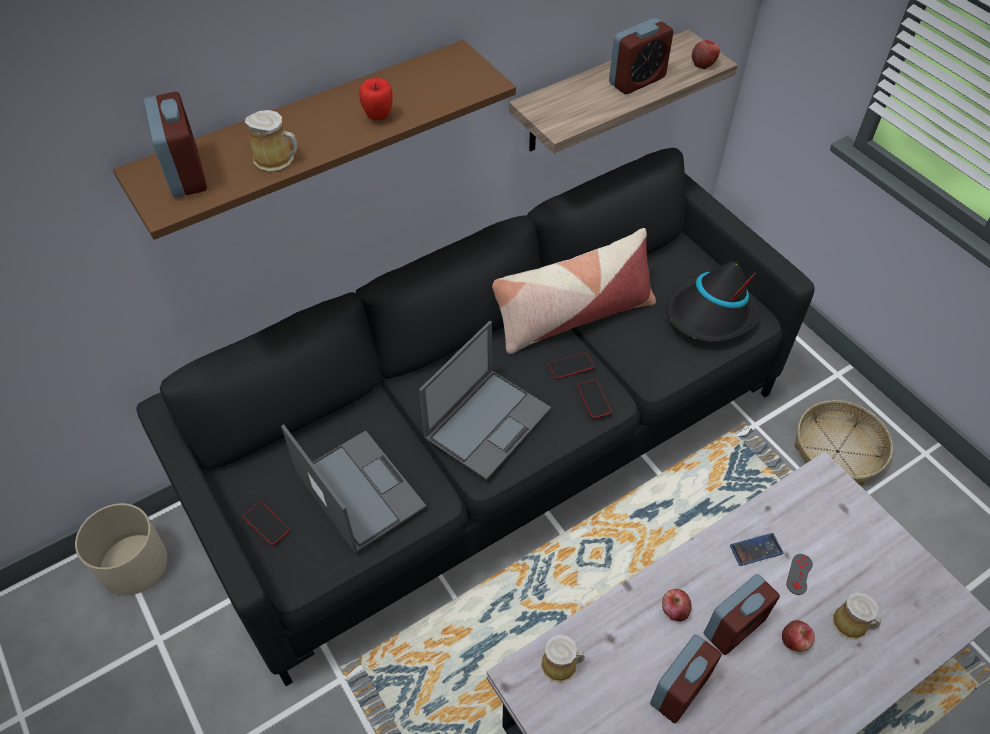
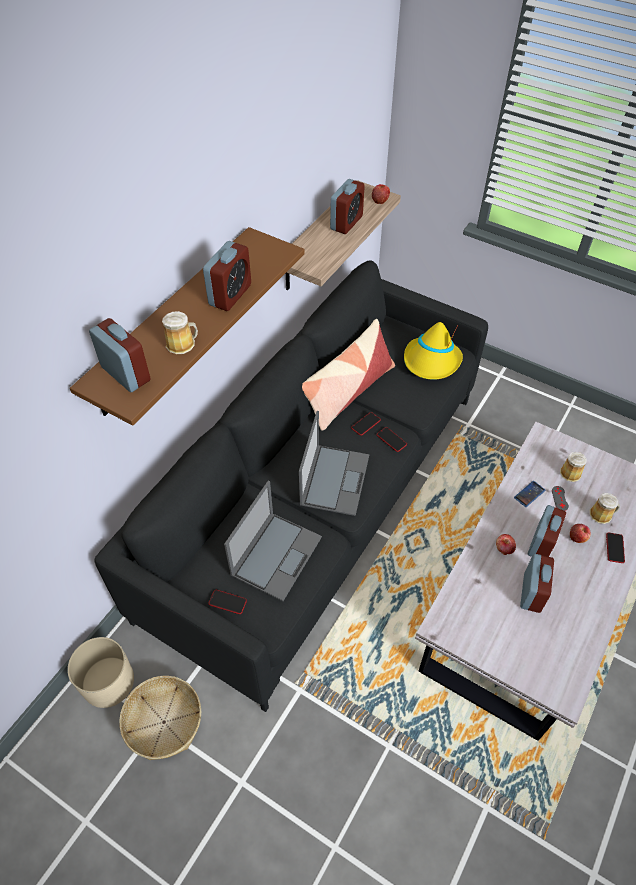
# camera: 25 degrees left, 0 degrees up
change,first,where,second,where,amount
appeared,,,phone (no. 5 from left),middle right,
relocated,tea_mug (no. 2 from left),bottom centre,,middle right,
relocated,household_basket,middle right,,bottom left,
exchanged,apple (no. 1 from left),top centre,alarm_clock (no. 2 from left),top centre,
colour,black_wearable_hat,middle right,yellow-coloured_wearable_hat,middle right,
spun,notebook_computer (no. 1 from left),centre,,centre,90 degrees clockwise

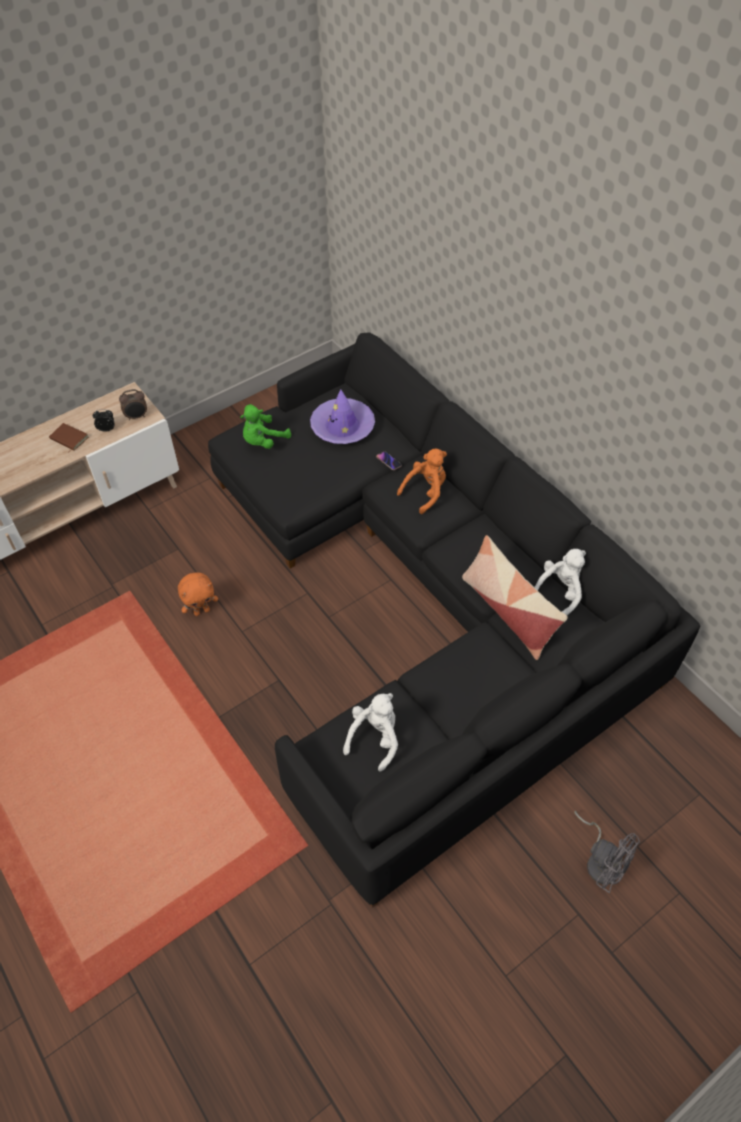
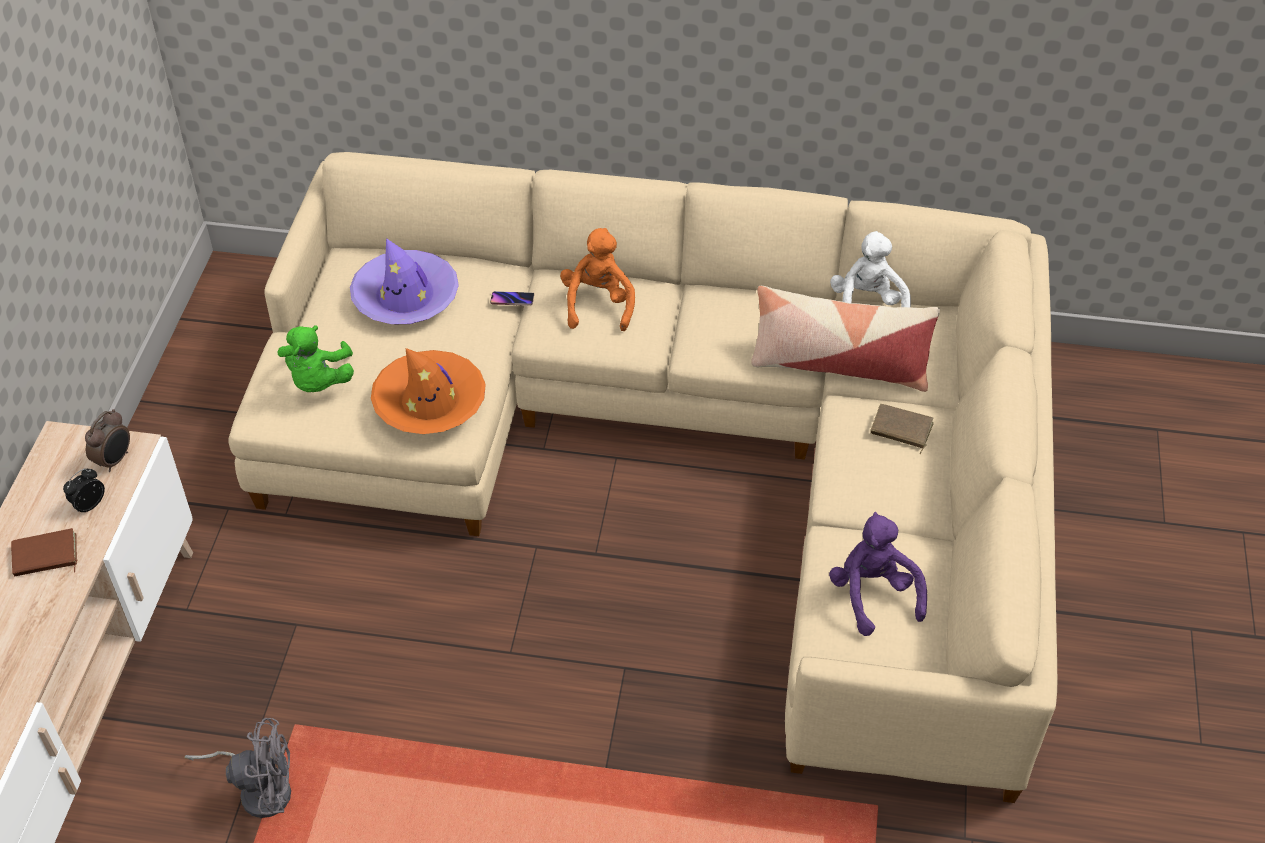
# camera: 45 degrees left, 5 degrees down
change,first,where,second,where,amount
missing,orange_plush_toy (no. 1 from left),middle left,,,
appeared,,,orange_wearable_hat,centre,
appeared,,,brown_volume (no. 2 from left),middle right,
relocated,grey_cooling_fan,bottom right,,bottom left,
colour,black_sofa,centre,sand-coloured_sofa,centre,
colour,whitish_plush_toy (no. 1 from left),centre,purple-coloured_plush_toy,bottom right,

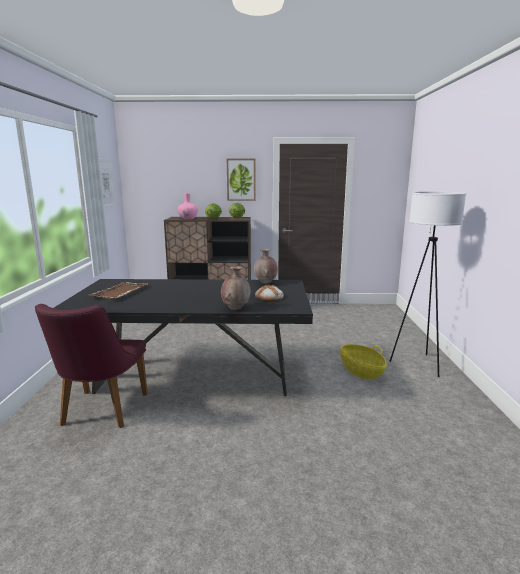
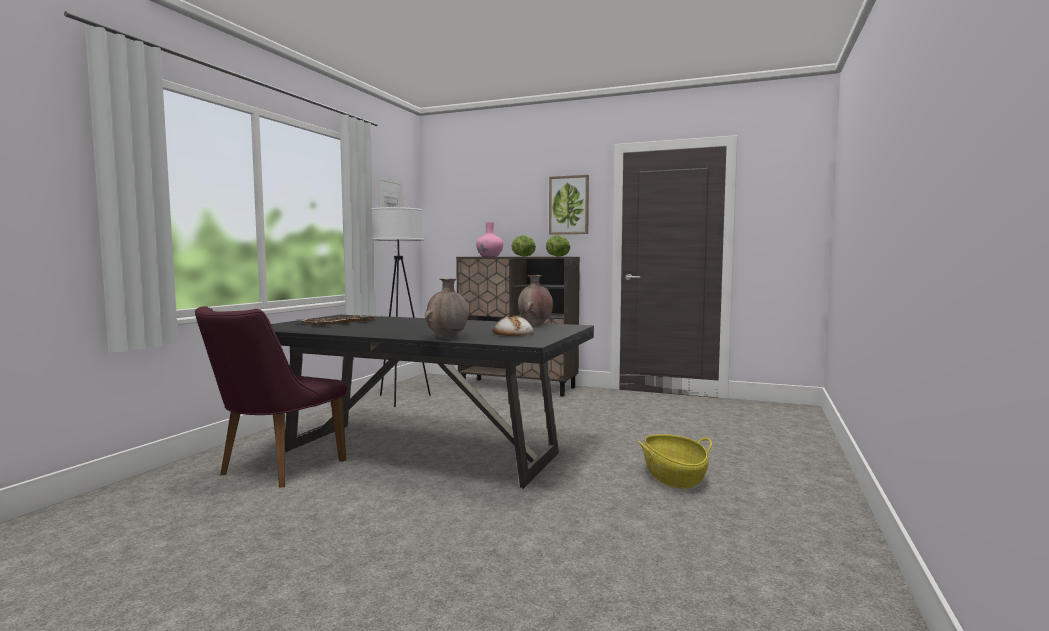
# camera: 20 degrees right, 10 degrees down
change,first,where,second,where,amount
relocated,whitish_standing_lamp,middle right,,centre,

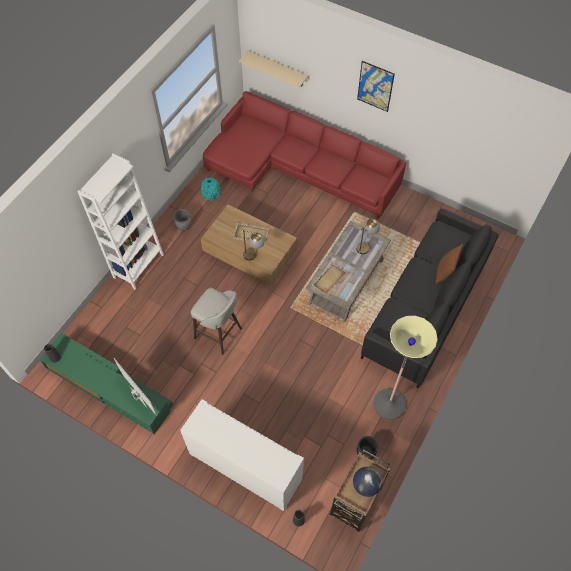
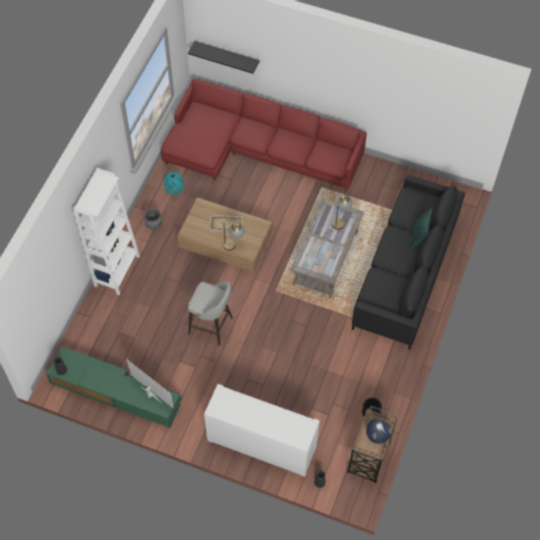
# camera: 10 degrees left, 0 degrees up
change,first,where,second,where,amount
missing,sand-coloured_serving_tray (no. 2 from left),centre,,,
missing,wall_picture,top centre,,,
missing,standing_lamp,middle right,,,
colour,sand-coloured_shelf,top centre,black_shelf,top centre,
colour,brown_throw_pillow,middle right,greenish_throw_pillow,middle right,

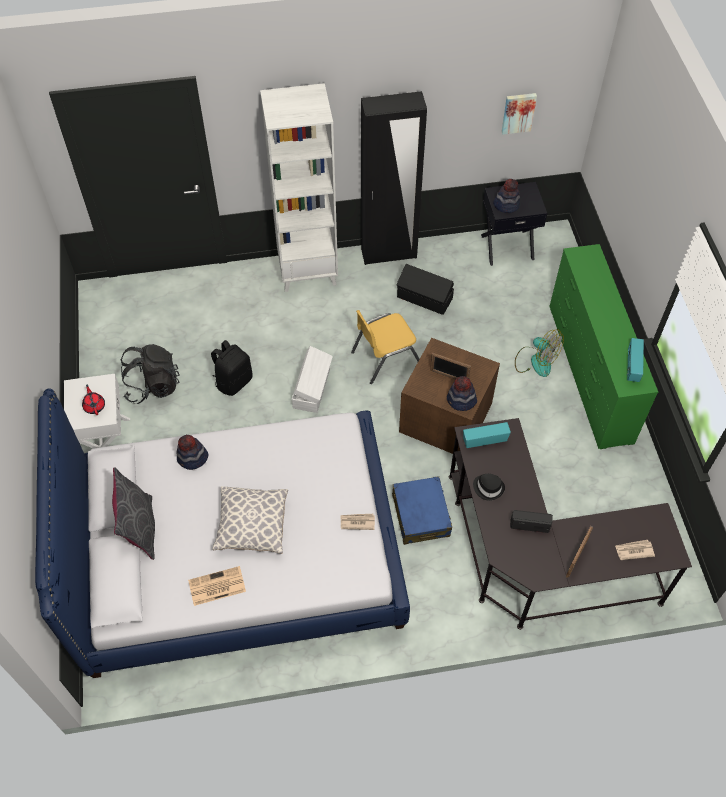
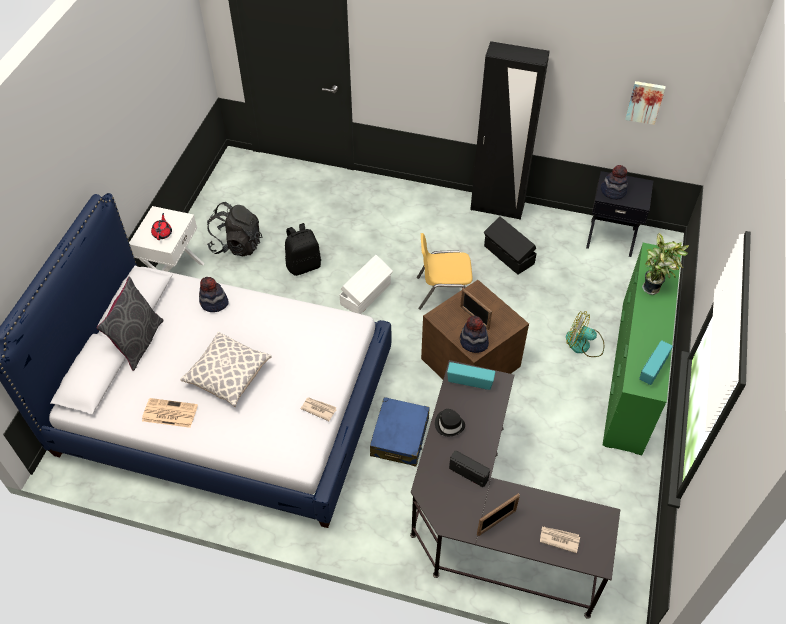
# camera: 25 degrees right, 5 degrees down
change,first,where,second,where,amount
missing,whitish_bookcase,top centre,,,
appeared,,,houseplant,middle right,
spun,cooling_fan,middle right,,middle right,135 degrees clockwise

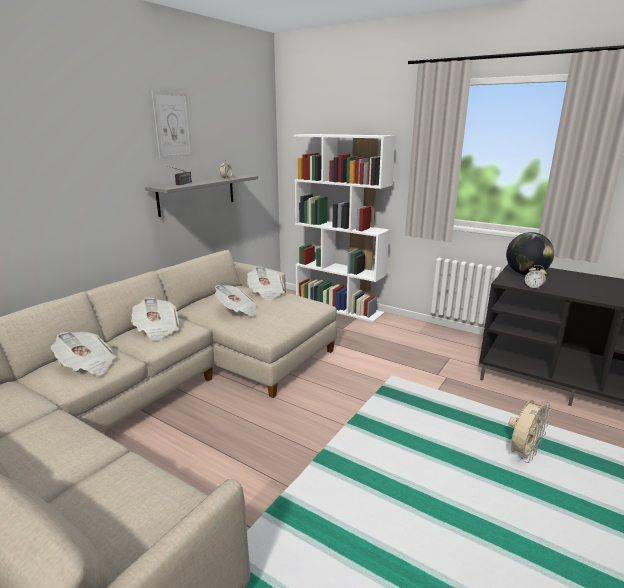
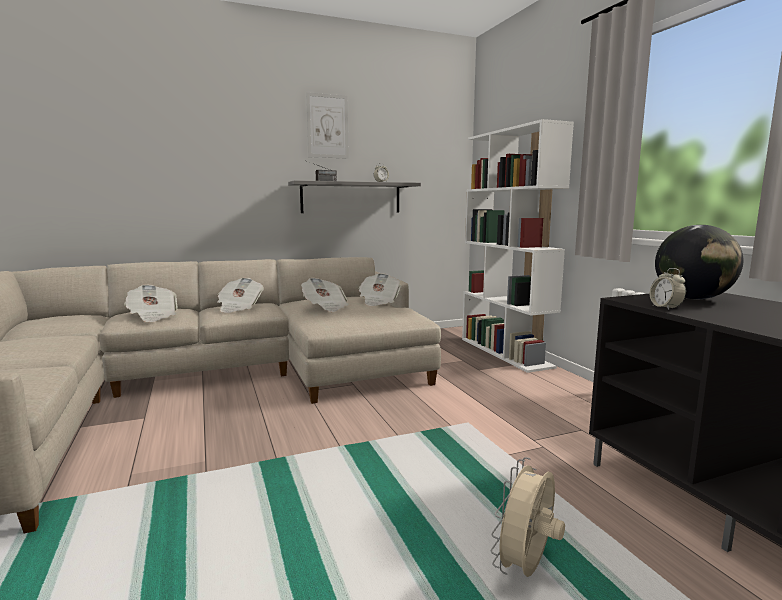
# camera: 35 degrees right, 10 degrees down
change,first,where,second,where,amount
spun,sand-coloured_cooling_fan,bottom right,,bottom right,135 degrees clockwise

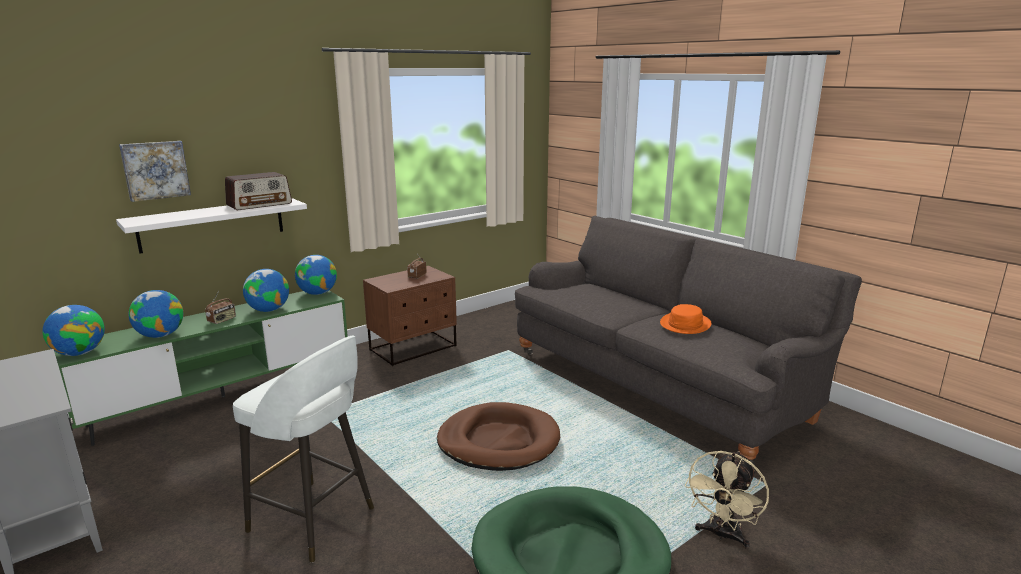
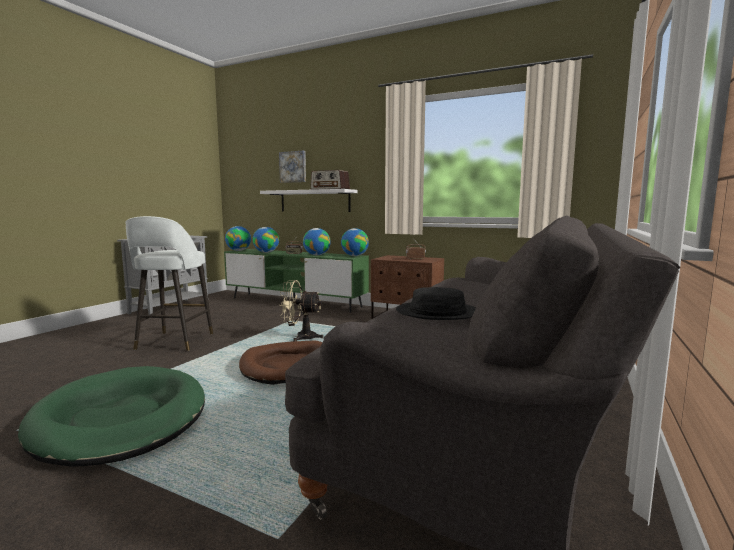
# camera: 65 degrees right, 10 degrees down
change,first,where,second,where,amount
relocated,sand-coloured_cooling_fan,bottom right,,centre,
colour,orange_wearable_hat,middle right,black_wearable_hat,centre,

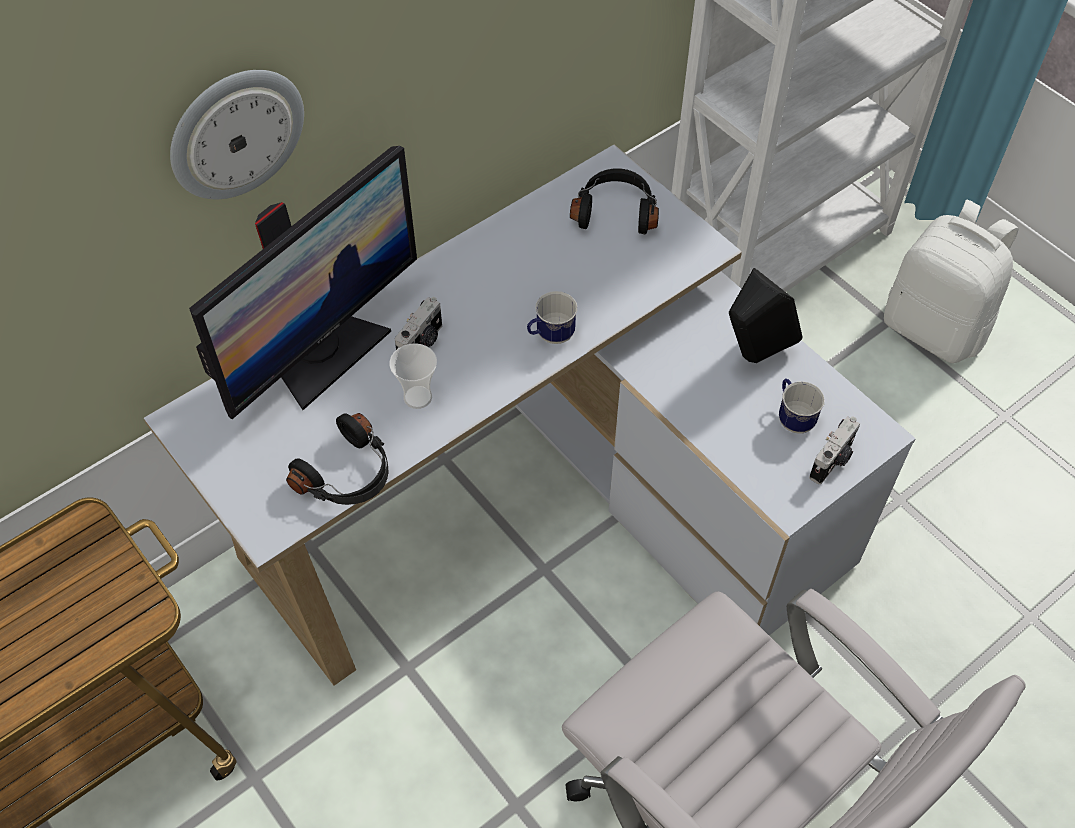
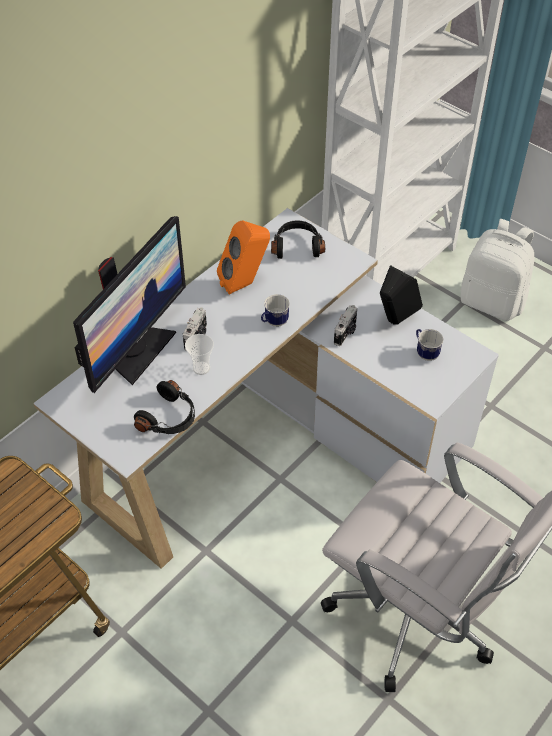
# camera: 10 degrees left, 5 degrees down
change,first,where,second,where,amount
missing,hanging_clock,top left,,,
appeared,,,orange_loudspeaker,centre,
relocated,still_camera (no. 2 from left),middle right,,centre,

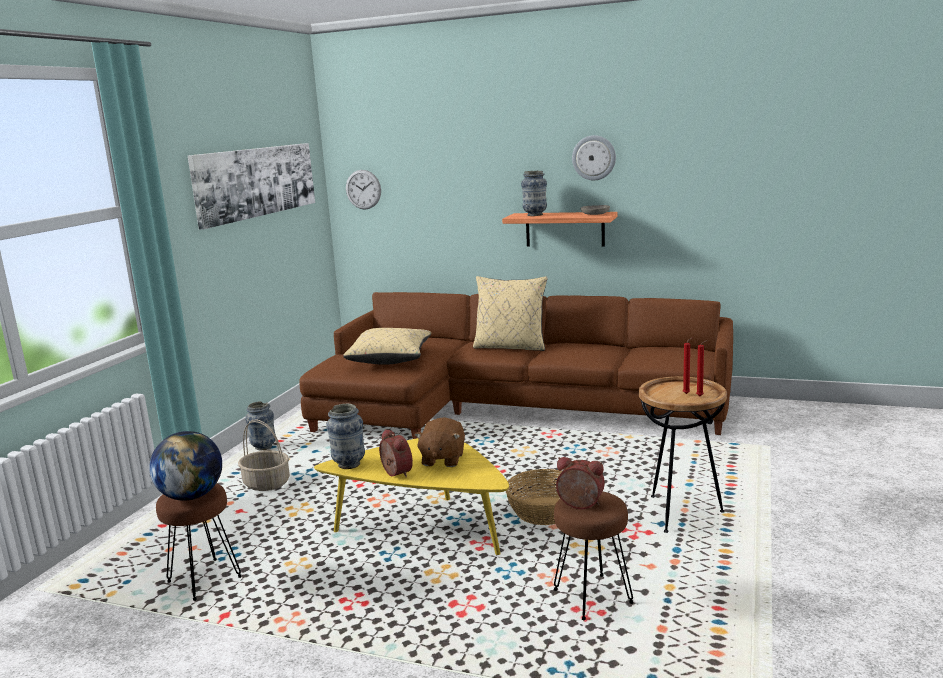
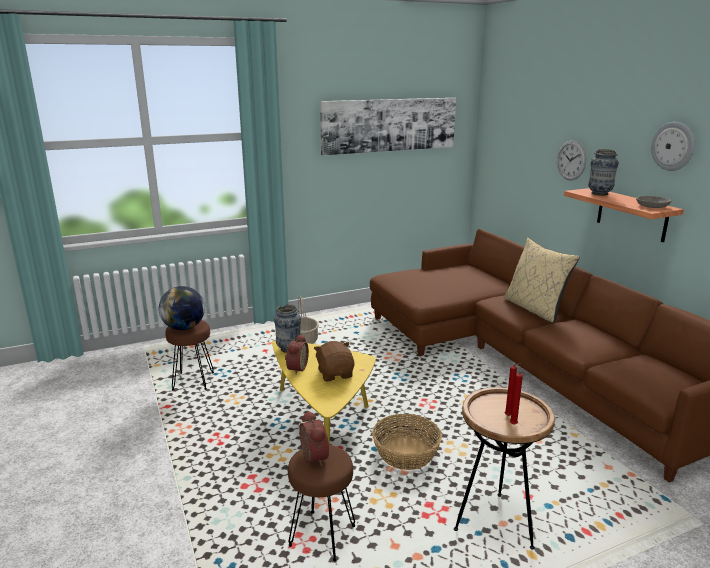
# camera: 45 degrees right, 5 degrees up
change,first,where,second,where,amount
missing,vase (no. 1 from left),middle left,,,
missing,sand-coloured_throw_pillow (no. 1 from left),centre,,,
relocated,hanging_clock (no. 1 from left),top centre,,top right,
spun,brown_plush_toy,centre,,centre,105 degrees clockwise

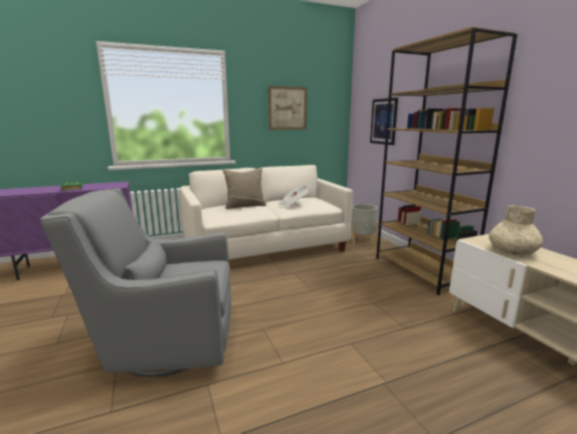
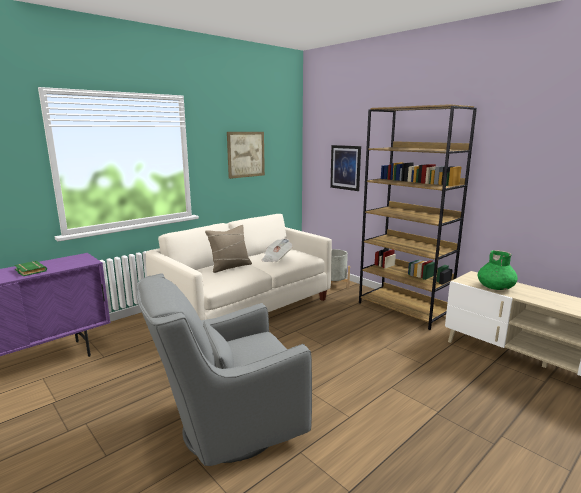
# camera: 20 degrees left, 0 degrees up
change,first,where,second,where,amount
colour,sand-coloured_vase,middle right,greenish_vase,middle right,

